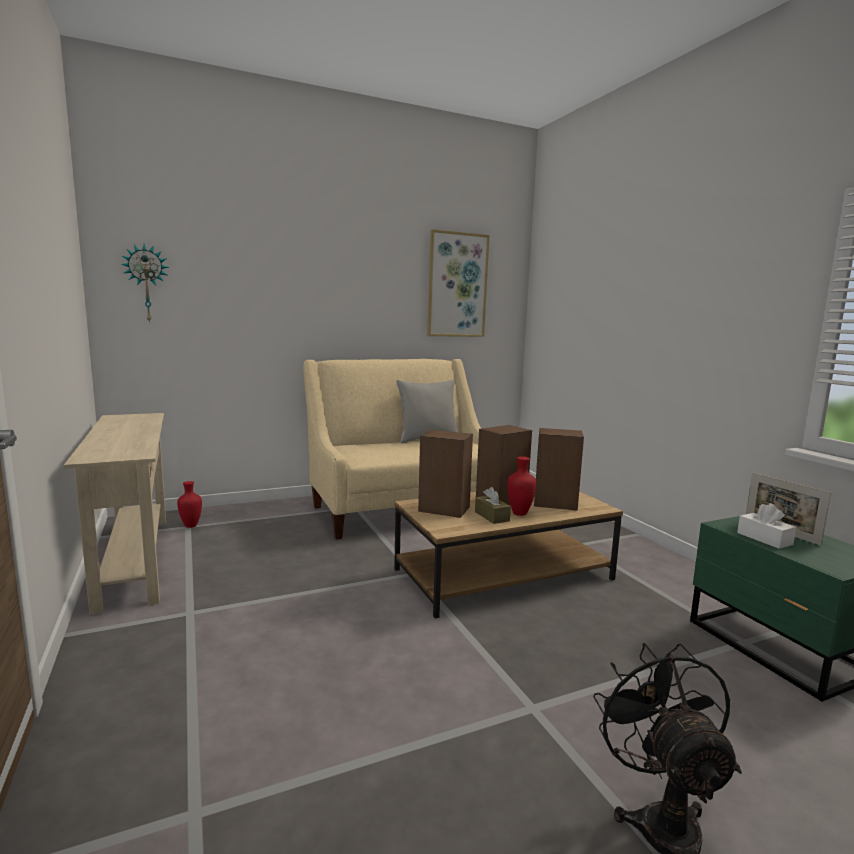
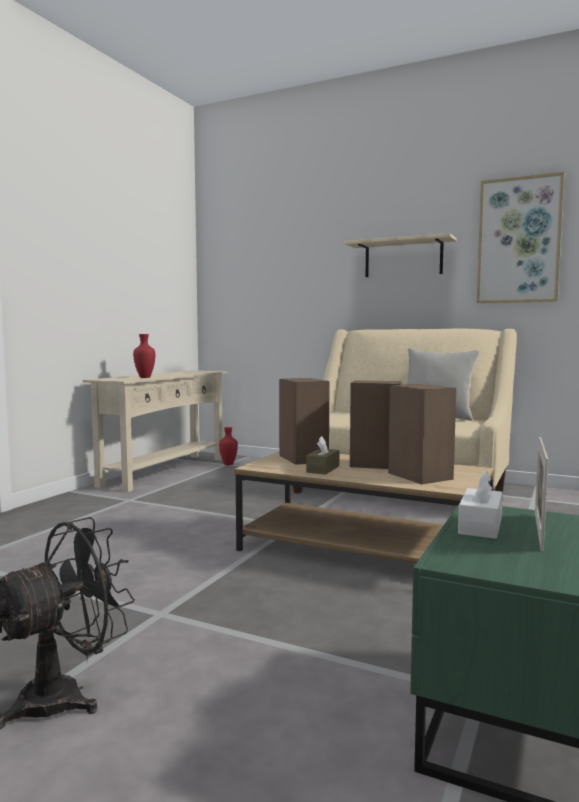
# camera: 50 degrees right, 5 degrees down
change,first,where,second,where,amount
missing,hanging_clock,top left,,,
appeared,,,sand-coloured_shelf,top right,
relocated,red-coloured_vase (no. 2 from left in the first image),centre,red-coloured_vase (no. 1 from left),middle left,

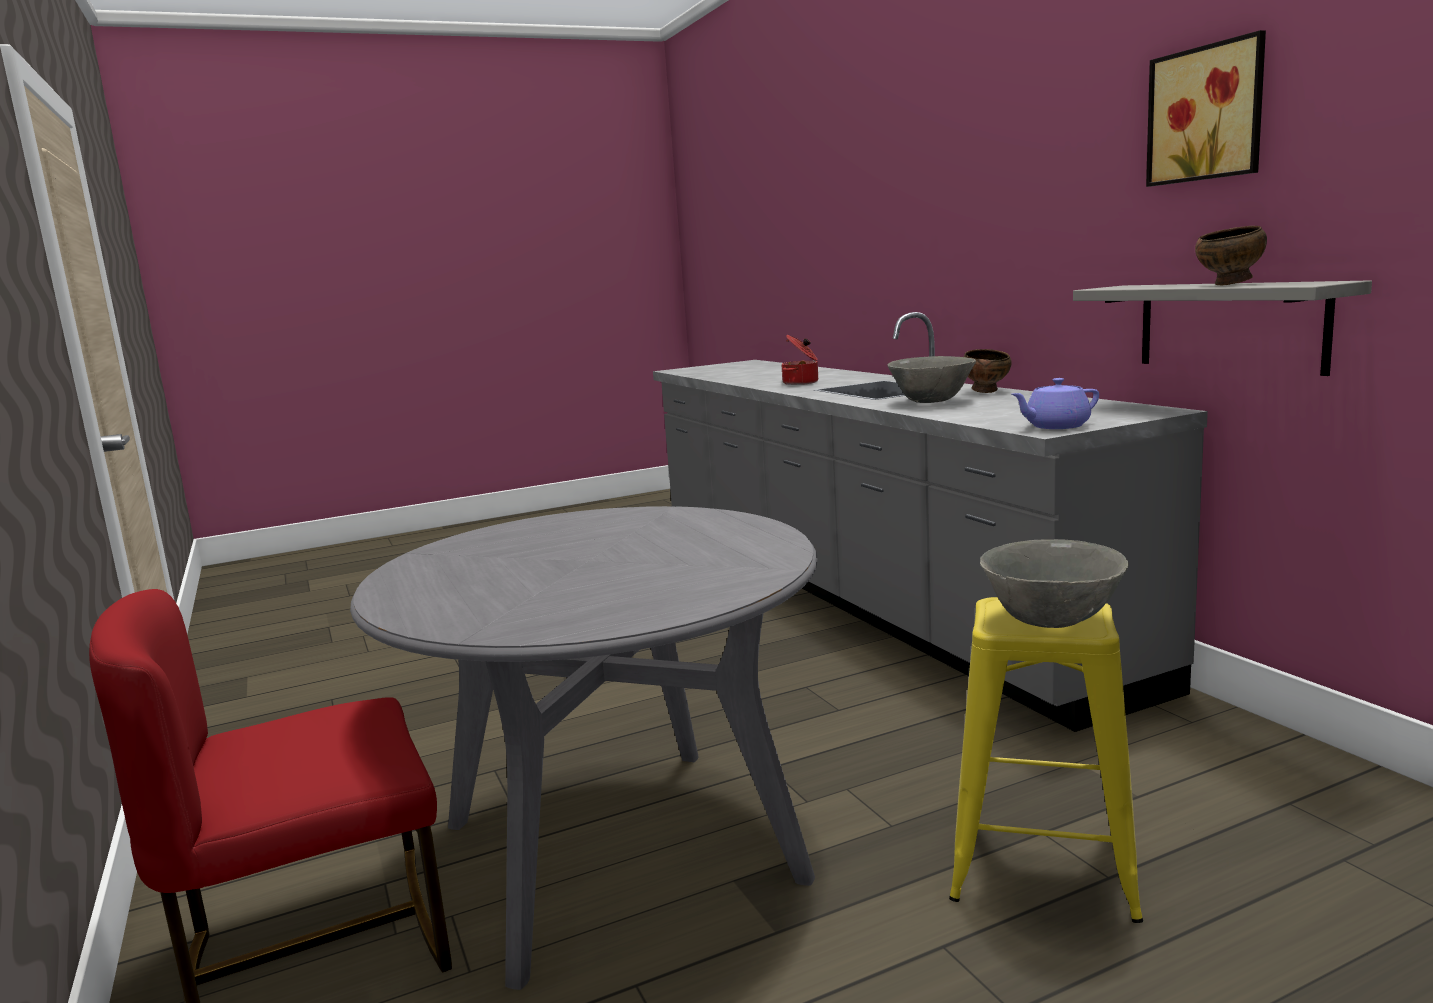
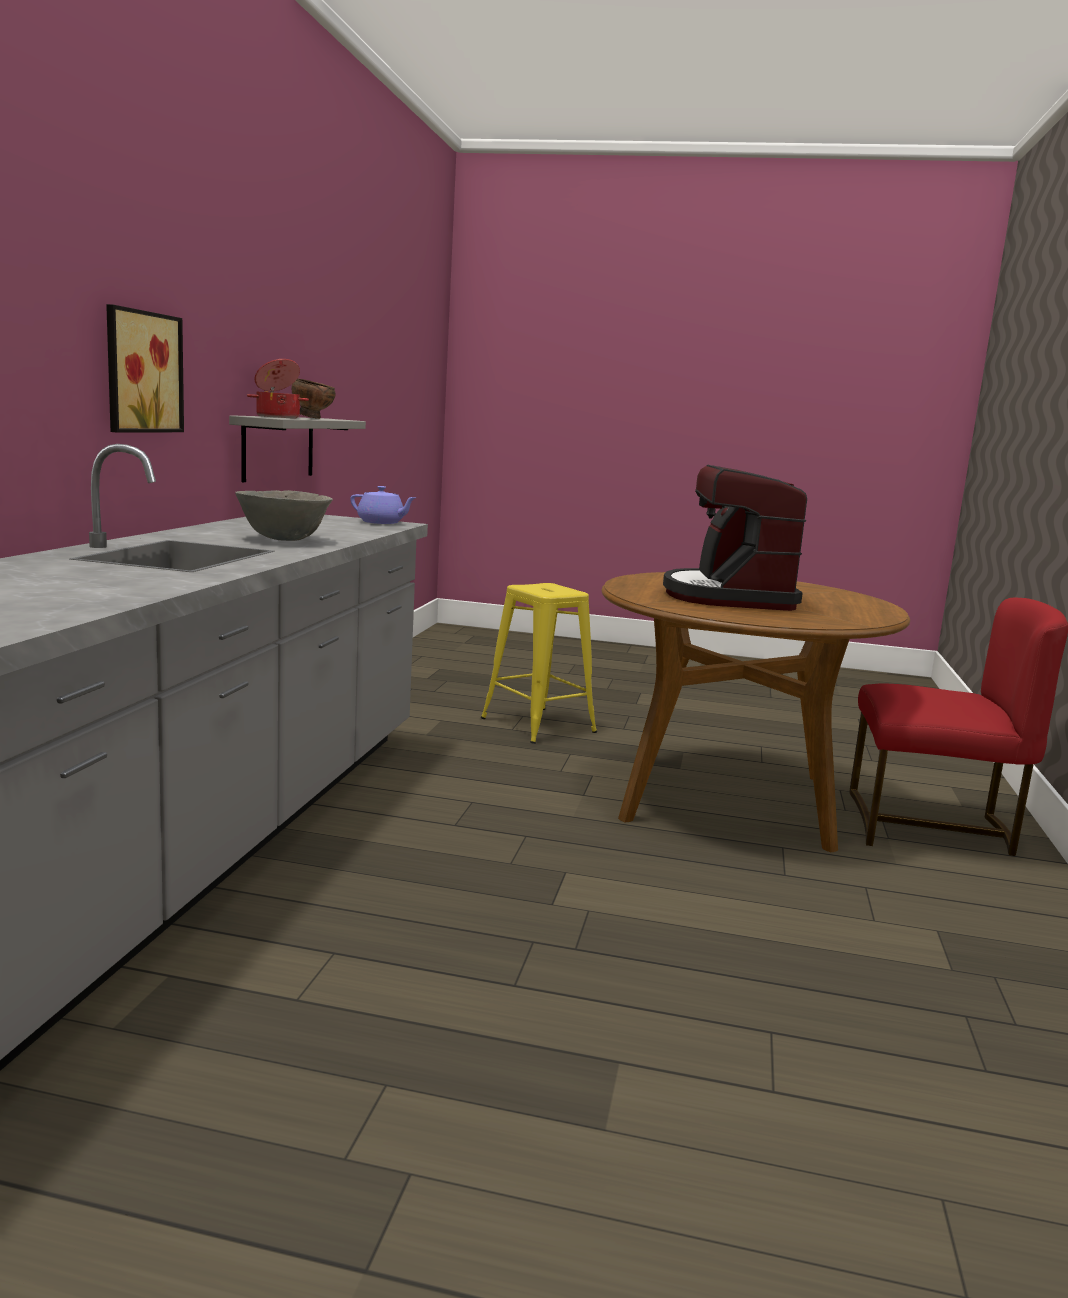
# camera: 145 degrees left, 0 degrees up
change,first,where,second,where,amount
missing,brown_bowl (no. 1 from left),middle right,,,
missing,grey_bowl (no. 2 from left),middle right,,,
appeared,,,coffee_brewer,middle right,
relocated,saucepot,centre,,top left,
relocated,wall_picture,top right,,top left,
colour,grey_dinner_table,bottom centre,brown_dinner_table,middle right,

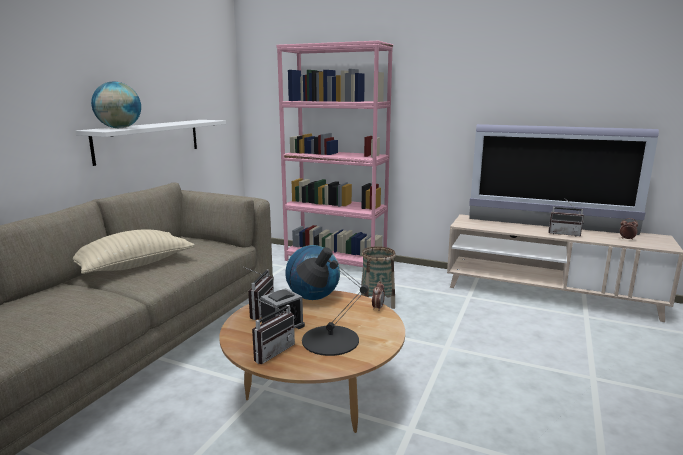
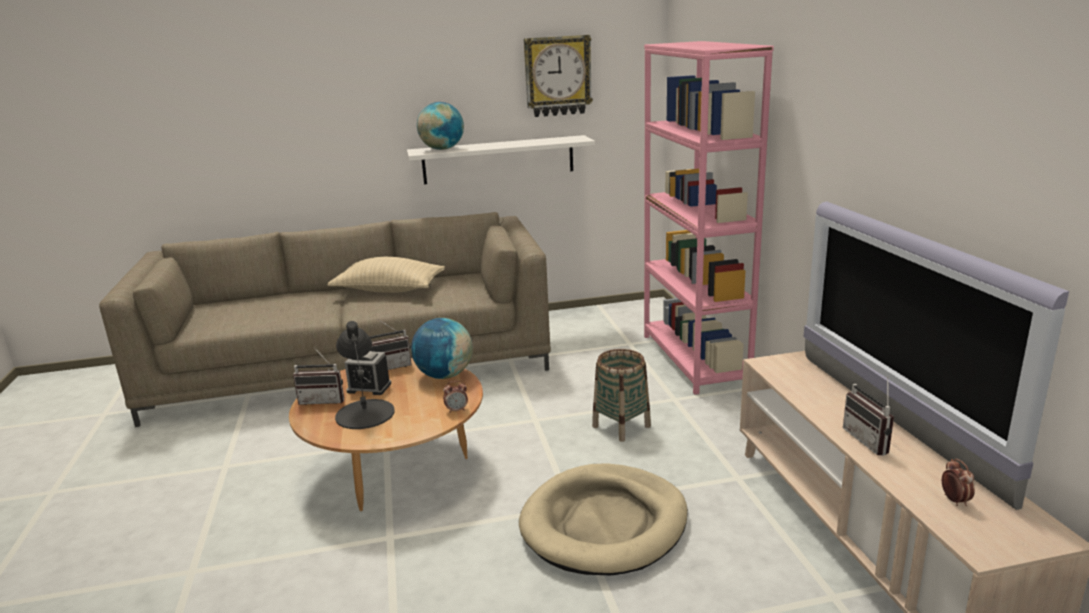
# camera: 55 degrees right, 5 degrees up
change,first,where,second,where,amount
appeared,,,sand-coloured_dog_bed,bottom centre,
appeared,,,hanging_clock,top centre,

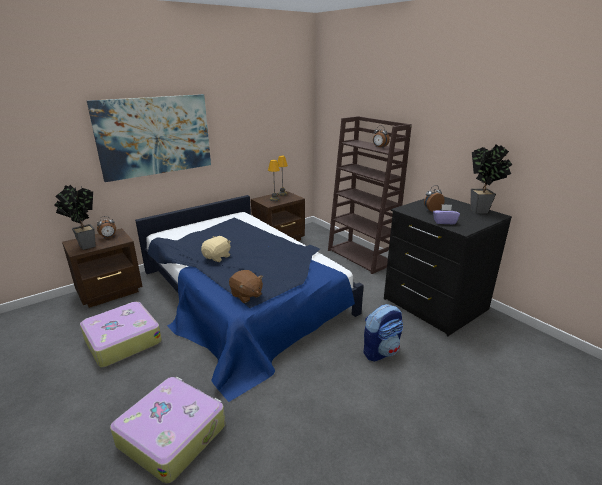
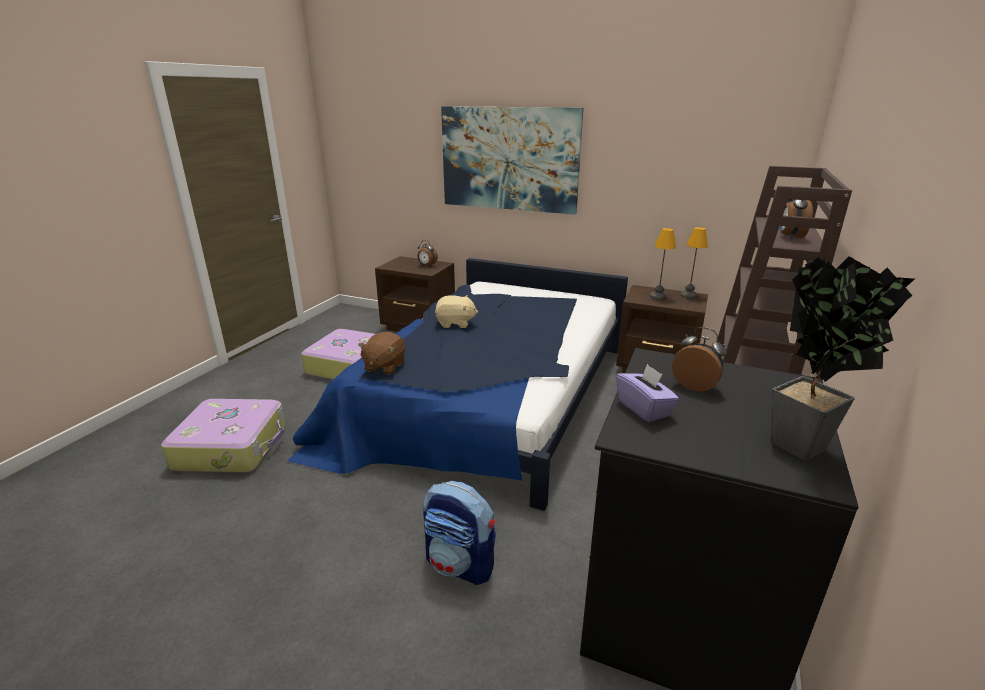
# camera: 60 degrees right, 0 degrees up
change,first,where,second,where,amount
missing,houseplant (no. 1 from left),middle left,,,

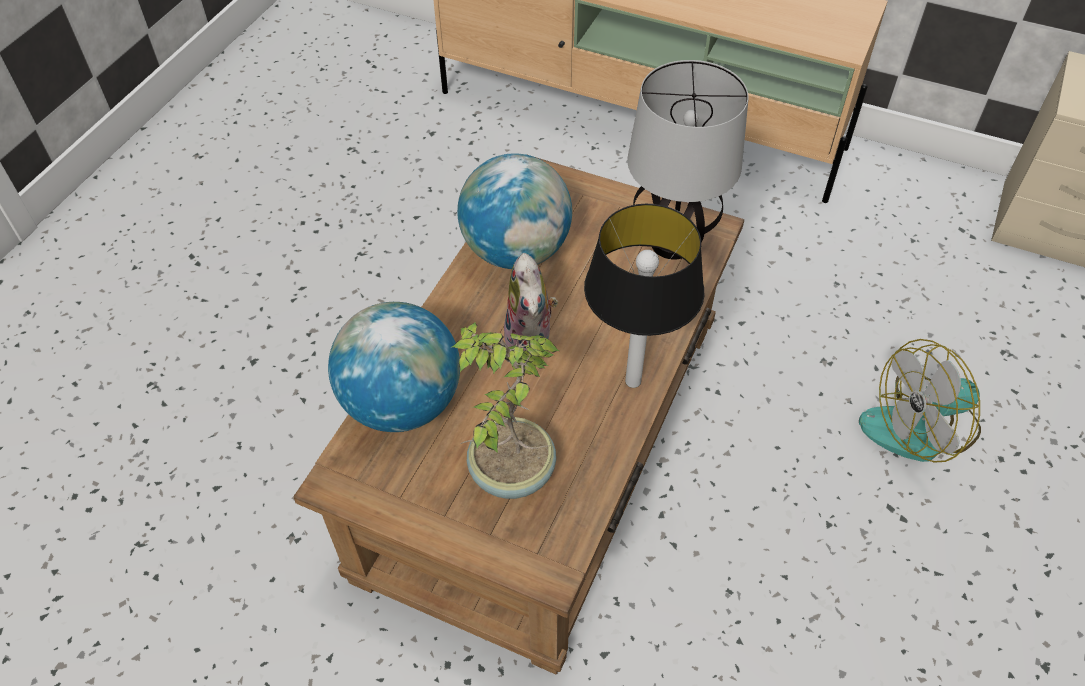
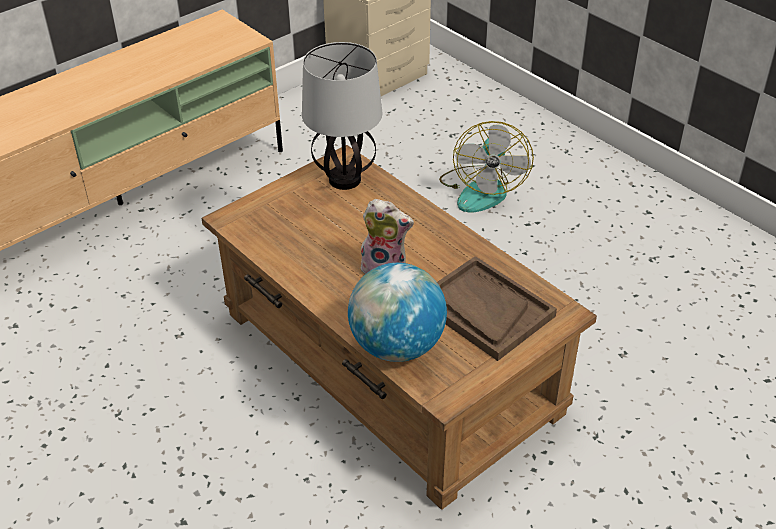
# camera: 65 degrees left, 10 degrees down
change,first,where,second,where,amount
missing,globe (no. 2 from left),top centre,,,
missing,tabletop_lamp (no. 1 from left),centre,,,
exchanged,houseplant,centre,brown_serving_tray,centre,

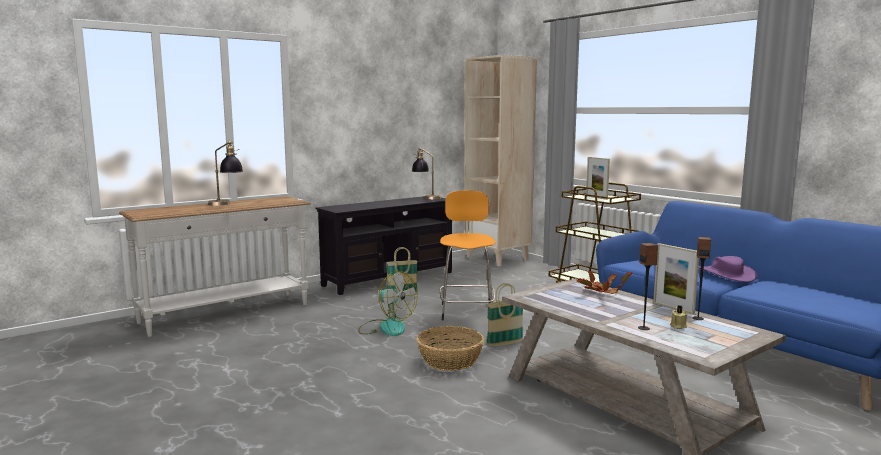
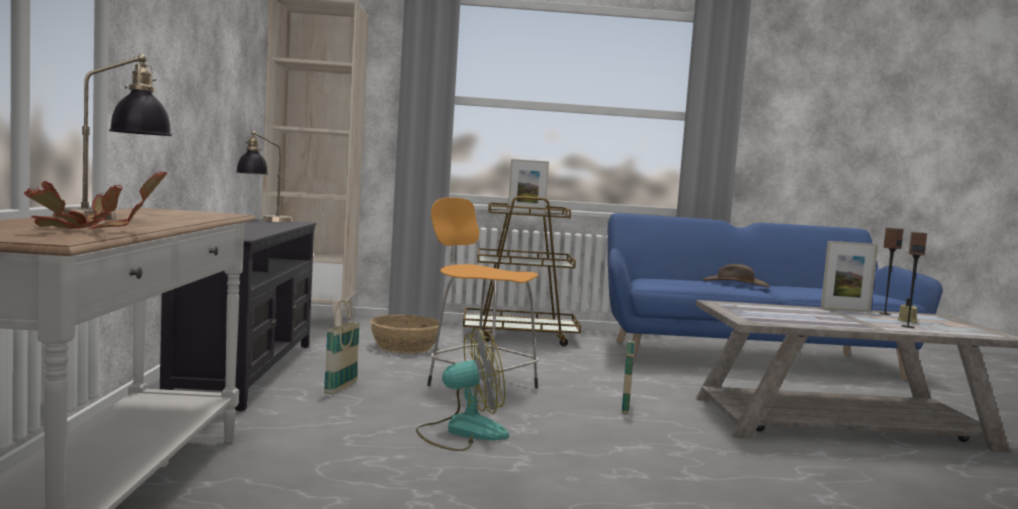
# camera: 55 degrees left, 5 degrees down
change,first,where,second,where,amount
relocated,household_basket (no. 2 from left),bottom centre,,centre,
relocated,houseplant,middle right,,middle left,
colour,purple-coloured_wearable_hat,middle right,brown_wearable_hat,middle right,

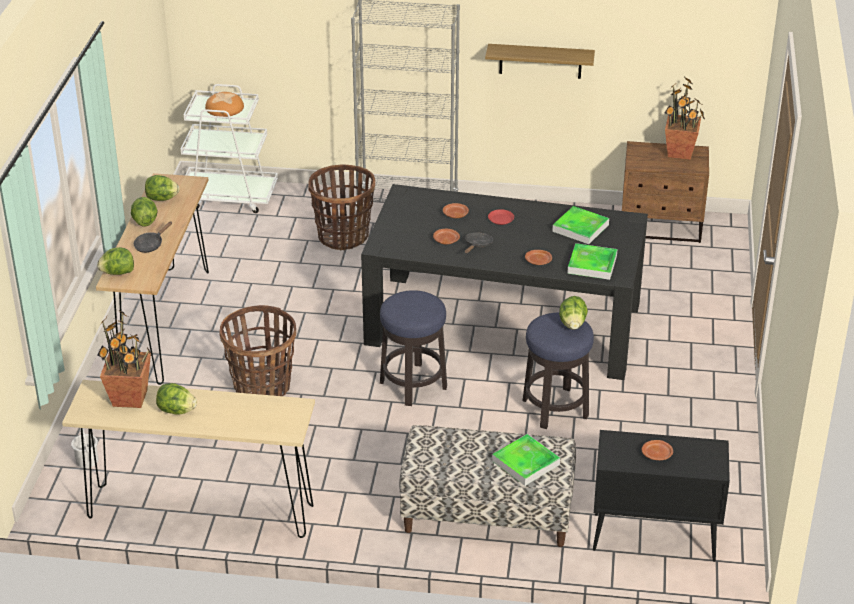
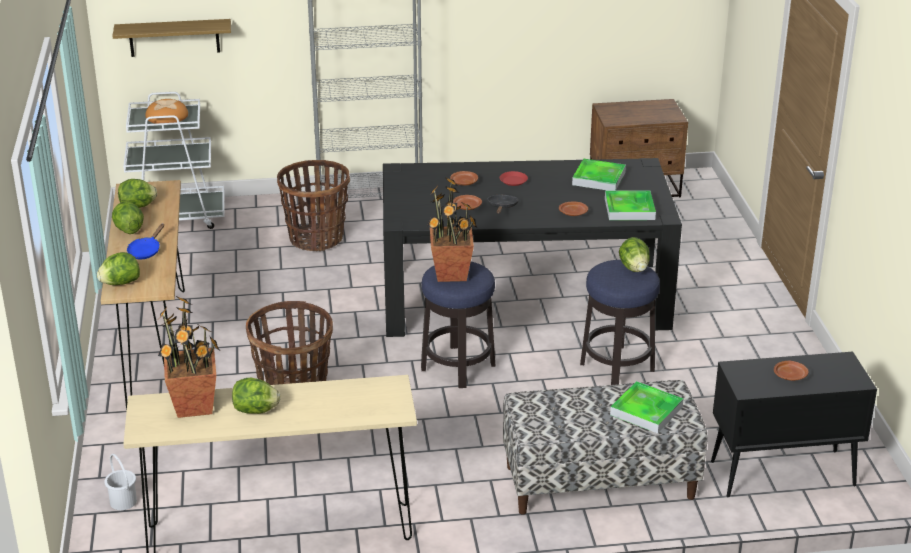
# camera: 15 degrees left, 5 degrees down
change,first,where,second,where,amount
relocated,shelf,top centre,,top left,
relocated,houseplant (no. 2 from left),top right,,centre,
colour,black_frying_pan (no. 1 from left),middle left,blue_frying_pan,middle left,

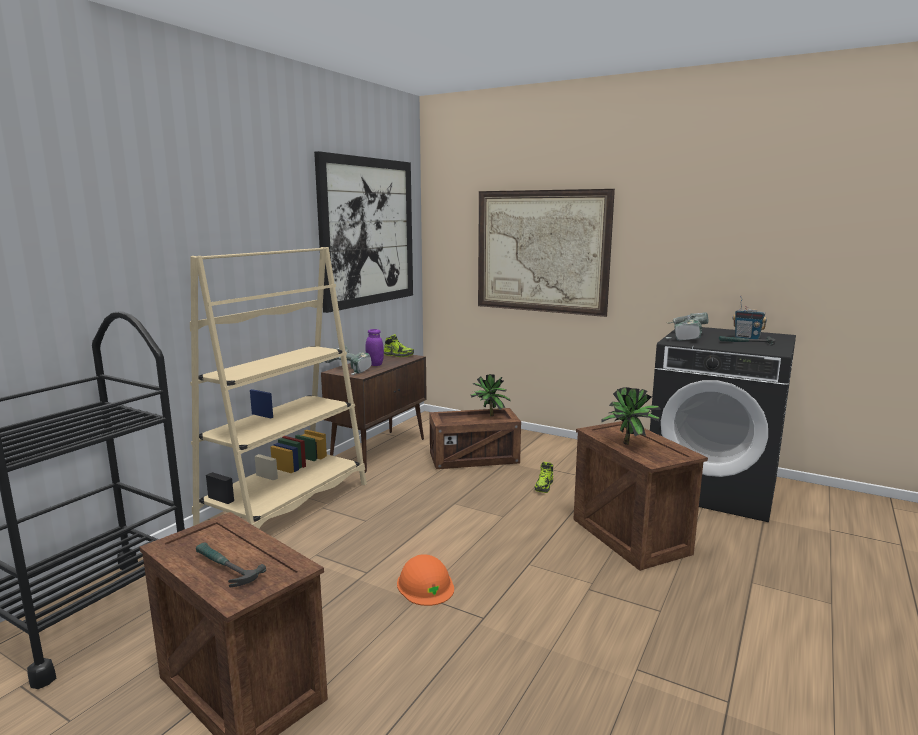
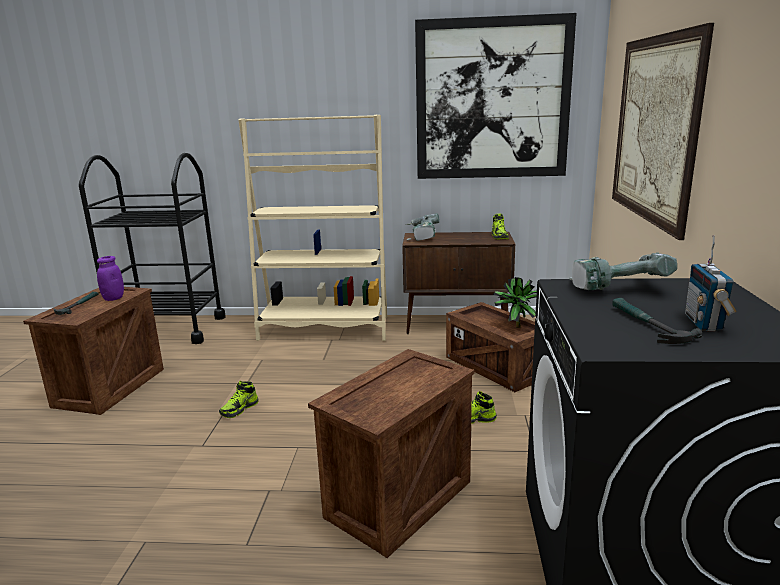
# camera: 65 degrees right, 5 degrees up
change,first,where,second,where,amount
missing,houseplant (no. 2 from left),middle right,,,
relocated,purple-coloured_storage_jar,centre,,middle left,
exchanged,orange_work_helmet,bottom centre,shoe (no. 1 from left),bottom left,

